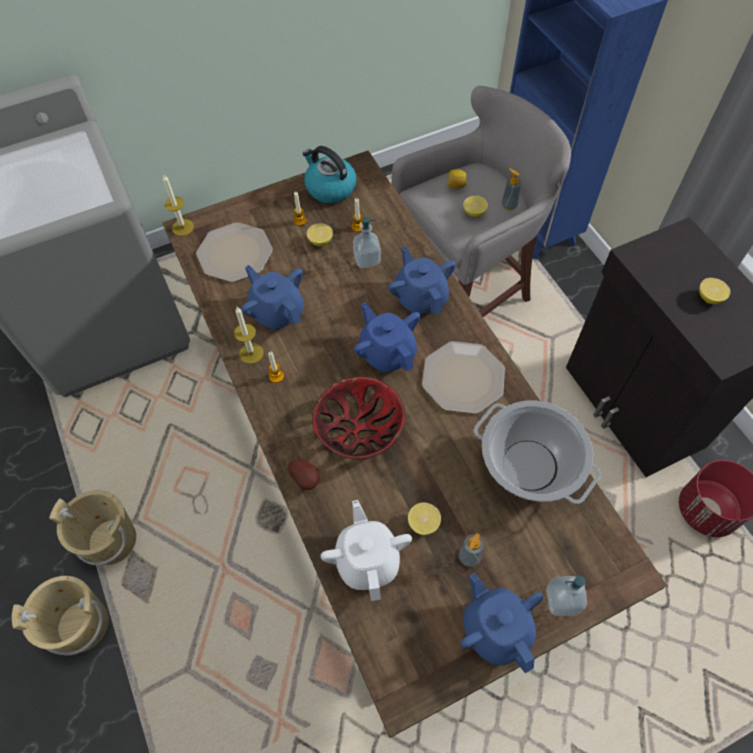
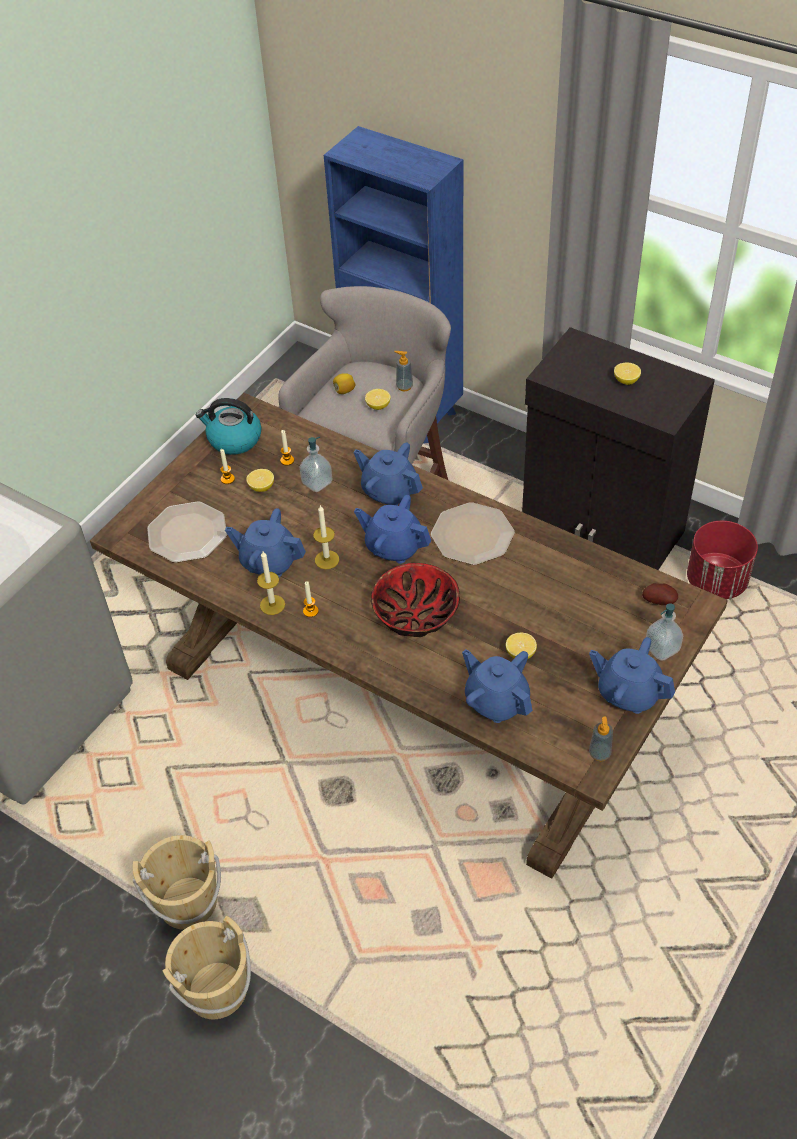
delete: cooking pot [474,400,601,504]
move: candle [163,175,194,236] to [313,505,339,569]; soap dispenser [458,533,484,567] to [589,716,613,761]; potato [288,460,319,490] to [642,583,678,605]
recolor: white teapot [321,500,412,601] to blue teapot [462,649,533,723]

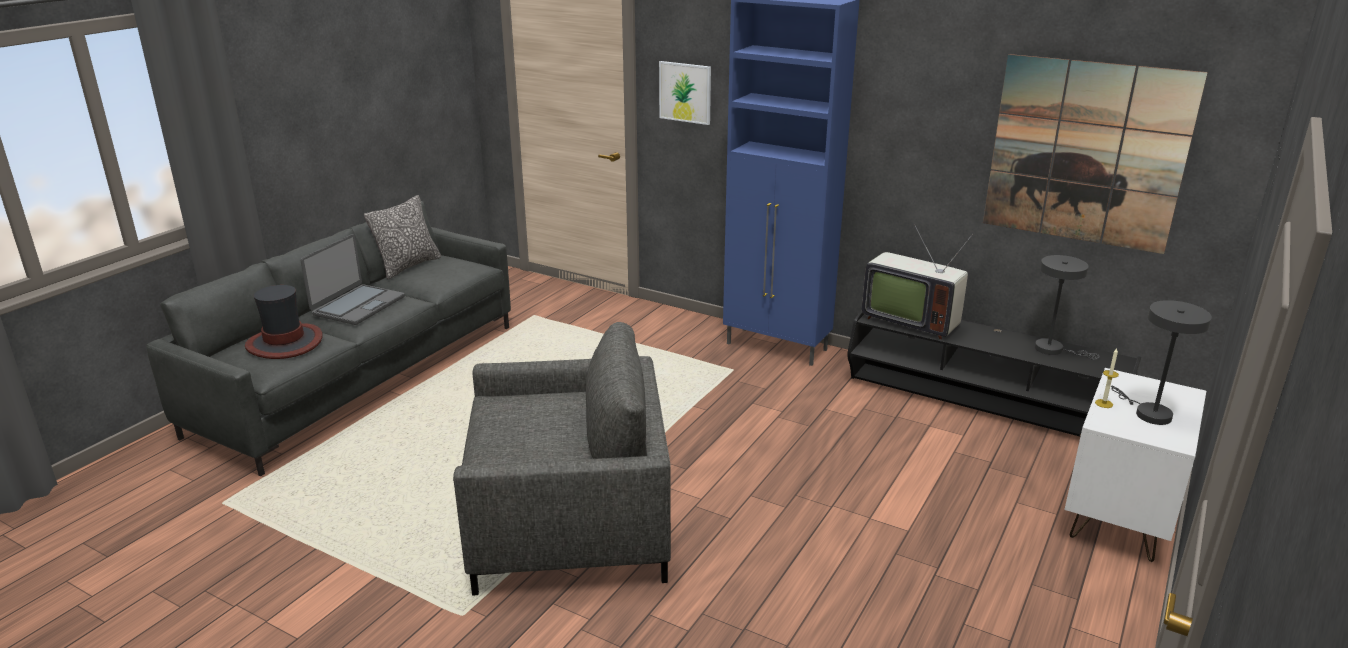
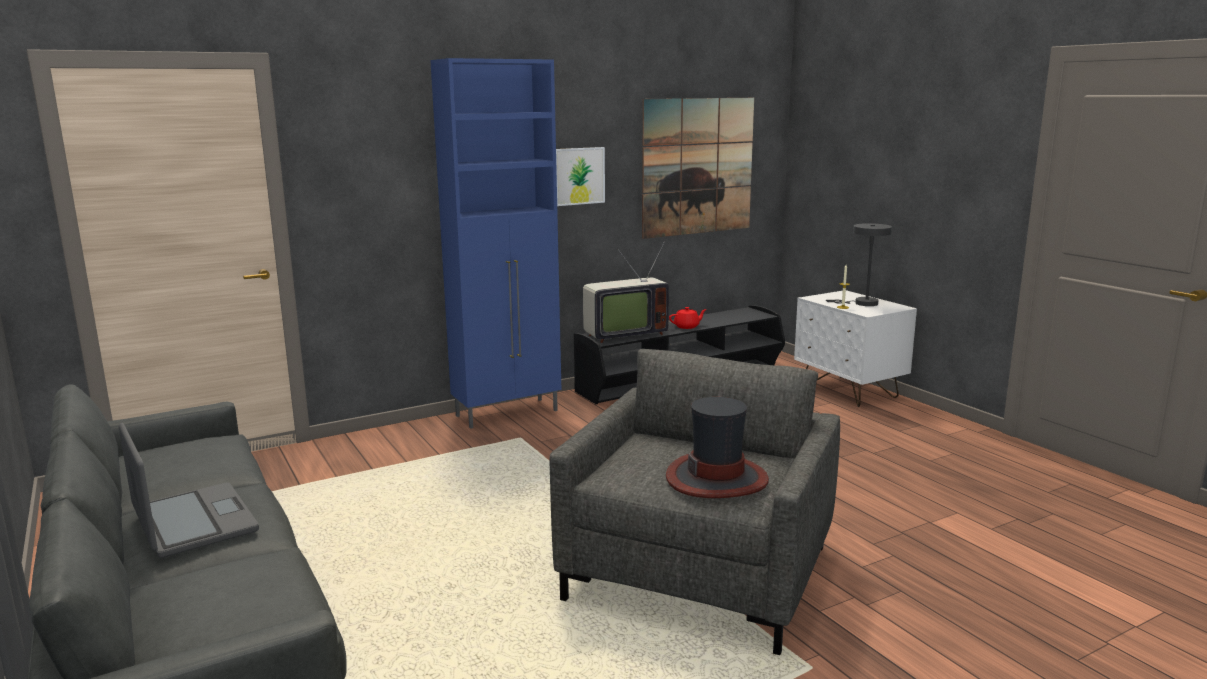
delete: pillow [364,195,441,279]; grey table lamp [1035,255,1100,360]
insert: red teapot [669,307,707,329]
move: picture [659,61,711,125] to [556,147,605,206]; hat [245,285,323,359] to [666,397,769,498]

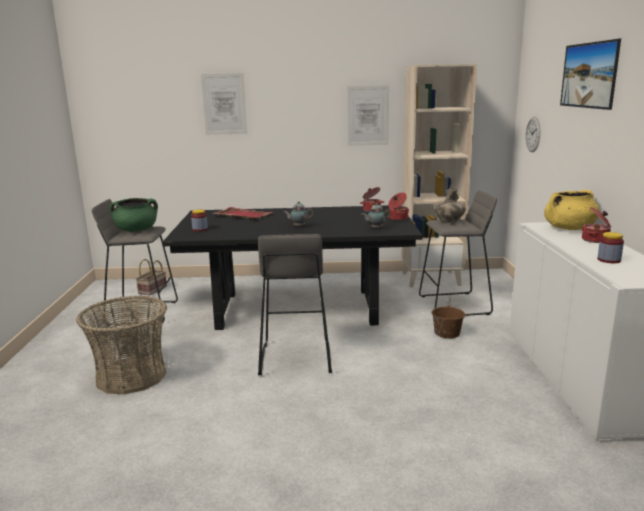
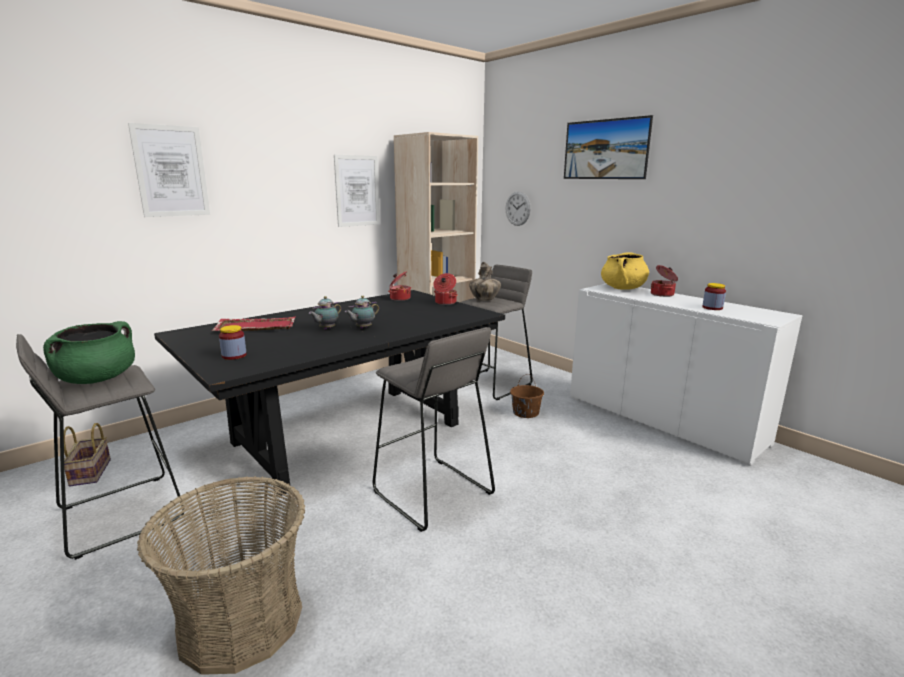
move: teapot [361,203,391,229] to [309,296,341,330]

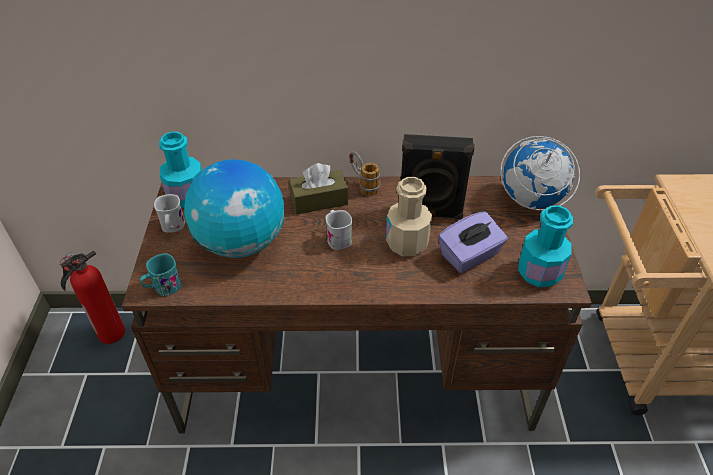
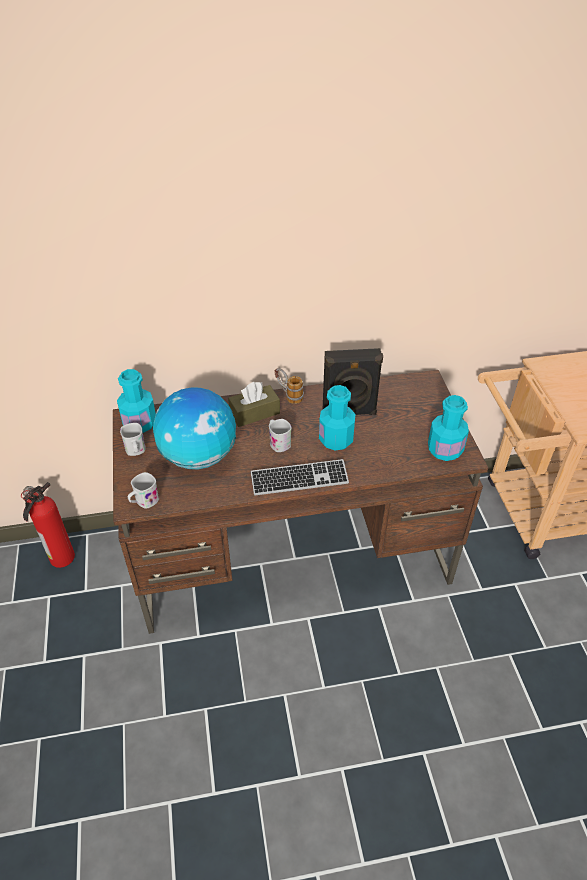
delete: purple tissue box [438,211,508,273]; globe [500,136,580,211]
insert: keyboard [250,459,349,496]
recolor: turquoise mug [139,253,182,296] to white mug [128,472,159,509]; beige bottle [386,177,432,256] to turquoise bottle [319,385,356,450]

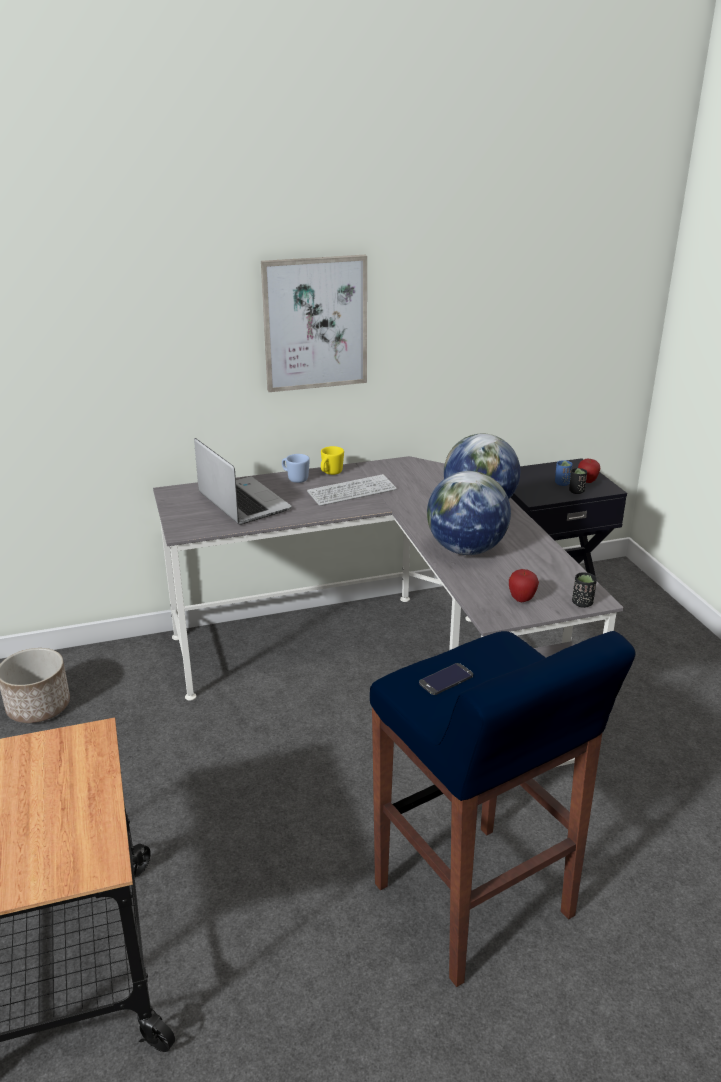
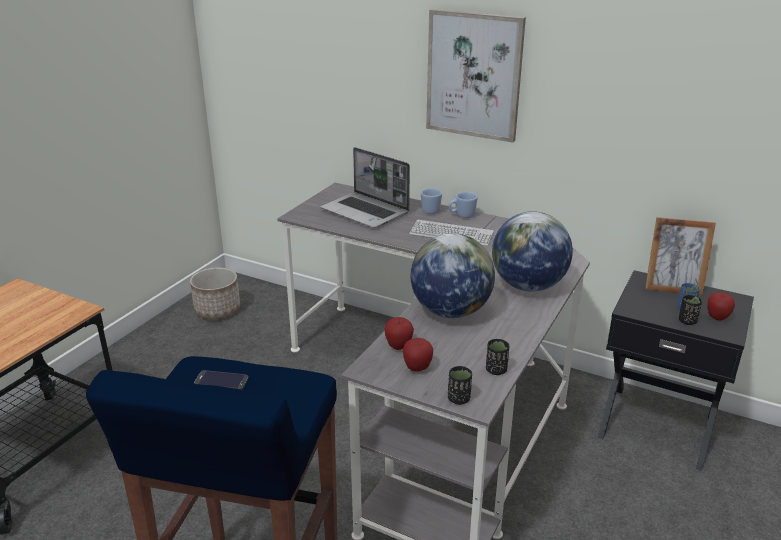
insert: apple [384,317,414,350]; black cup [486,339,509,375]; picture frame [645,217,716,296]
recolor: yellow mug [321,446,344,475] to blue mug [449,192,478,218]
rotate: laptop [194,438,292,525] = [320,147,410,228] 120 degrees clockwise

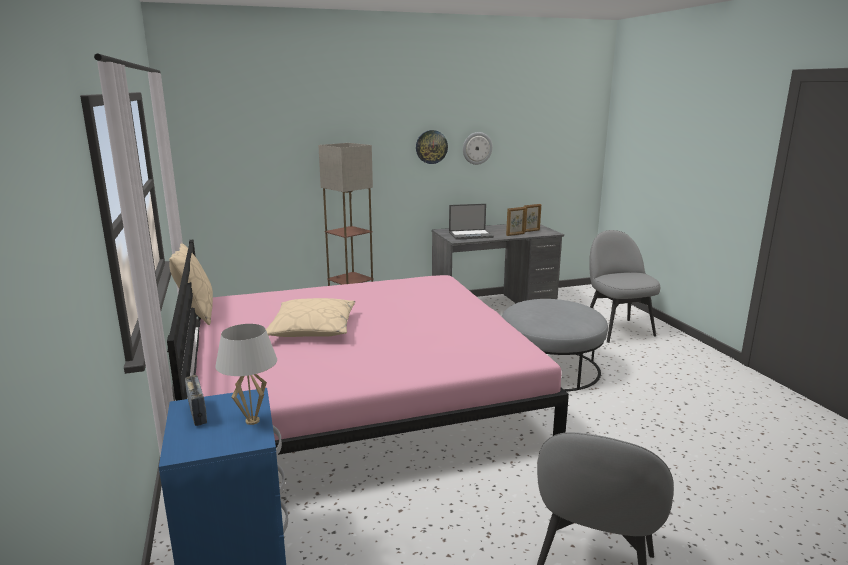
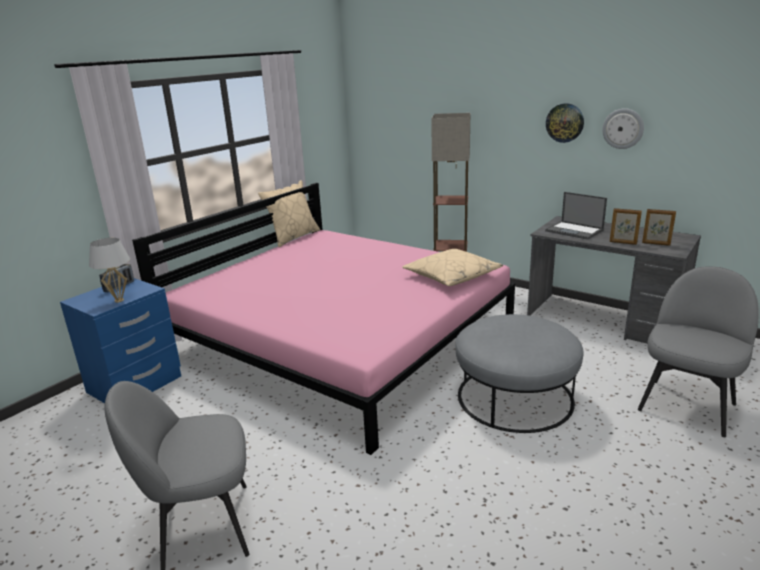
move: beige pillow [266,298,355,337] to [402,249,503,286]

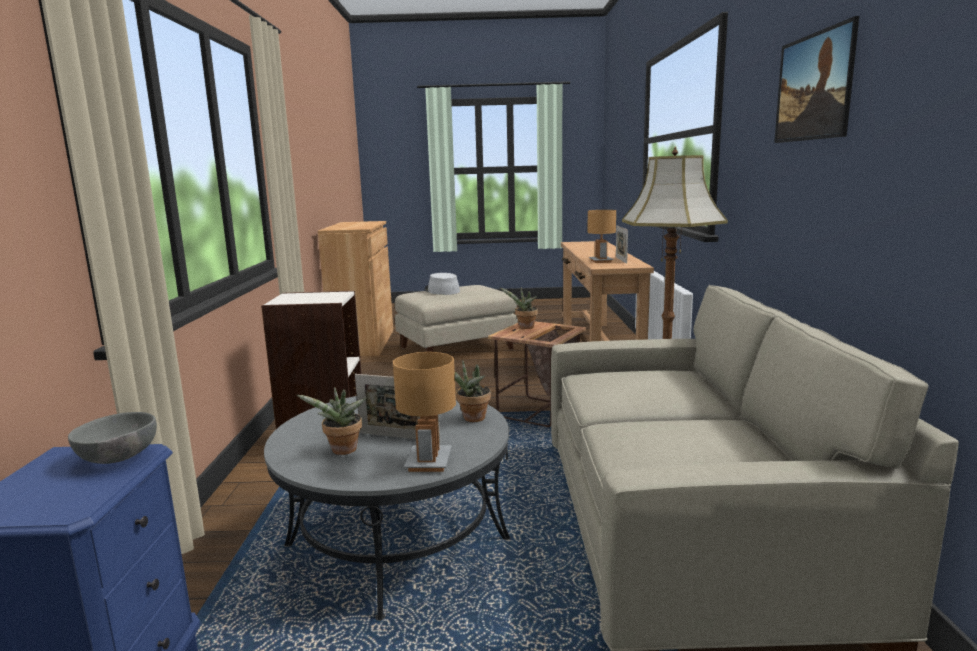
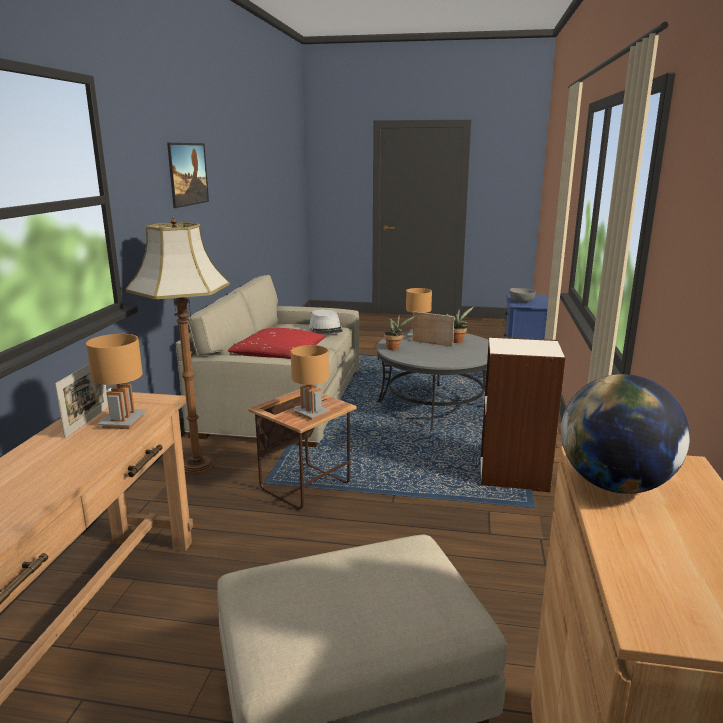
insert: red pillow [228,328,326,359]; globe [561,374,690,494]
move: grey hat [425,273,460,295] to [309,309,343,334]
replace: potted plant [500,287,538,329] to brown table lamp [291,345,331,420]

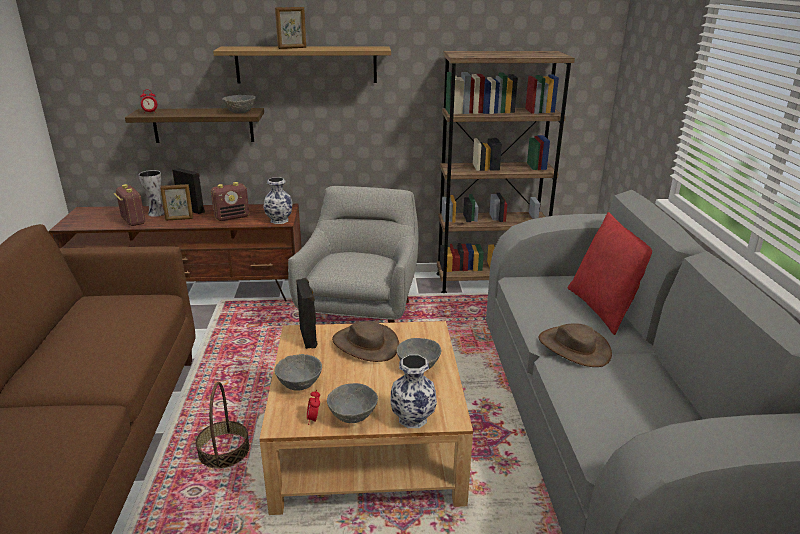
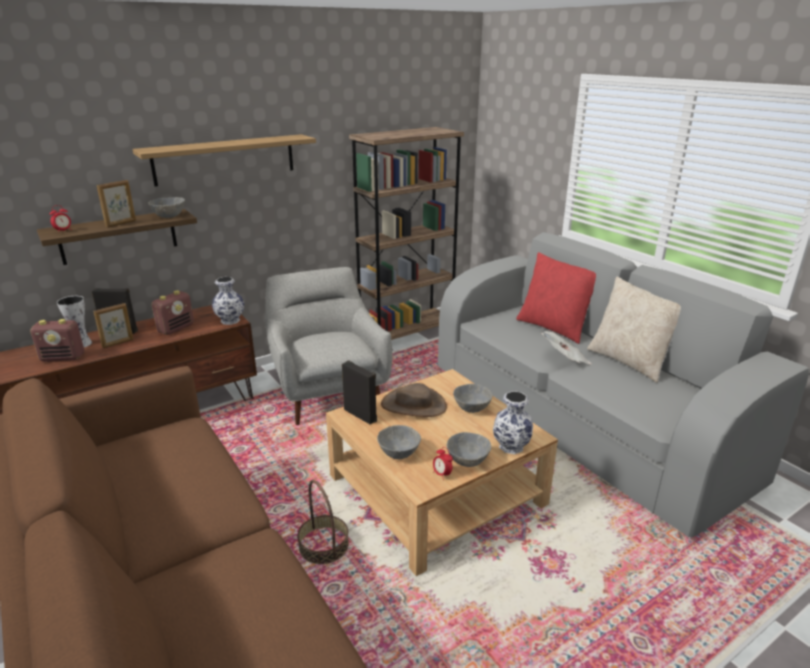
insert: beige pillow [587,277,681,383]
move: picture frame [275,7,306,49] to [97,180,136,228]
replace: brown hat [538,323,612,367] to newspaper [541,331,592,364]
rotate: radio [114,184,145,226] = [30,319,84,362] 150 degrees clockwise

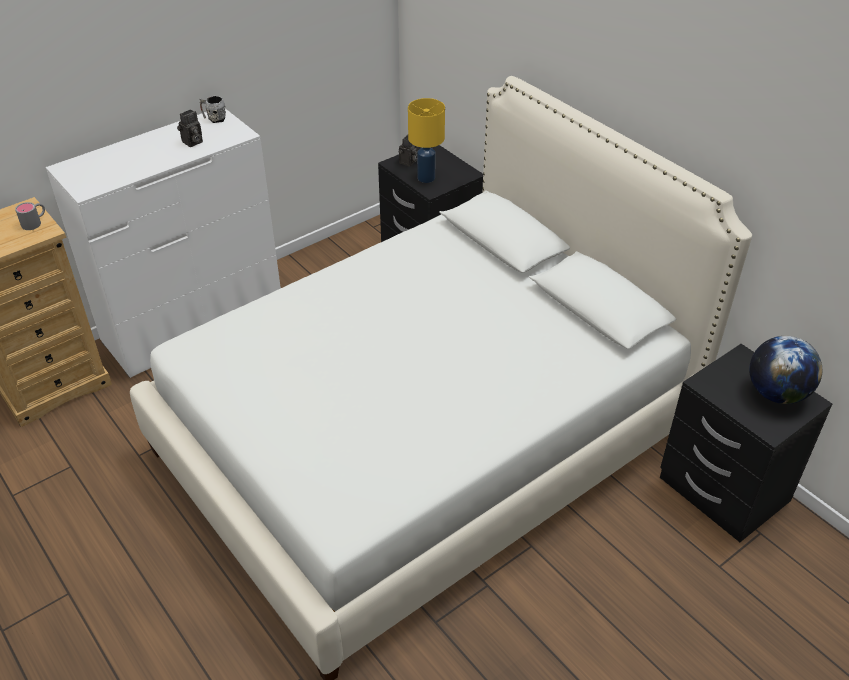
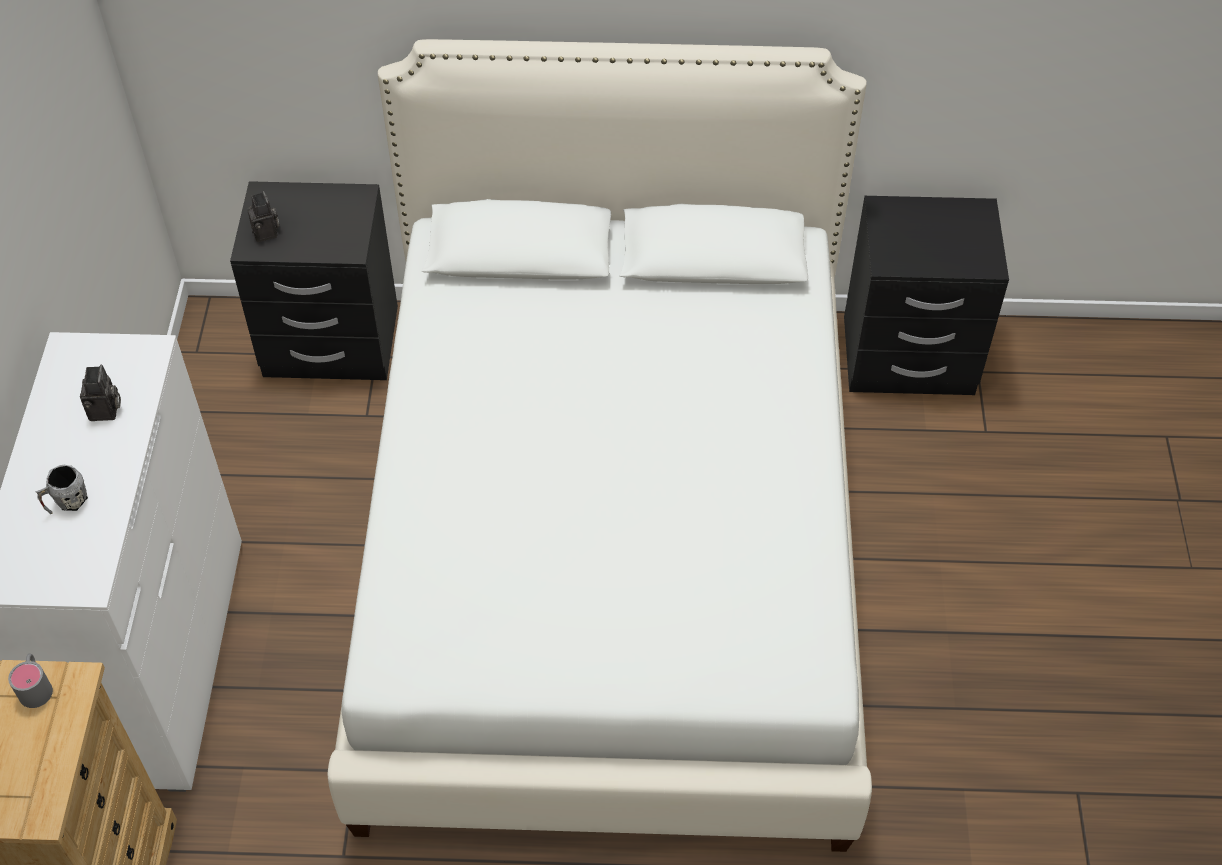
delete: yellow table lamp [408,98,445,183]; globe [749,336,822,404]
move: grey mug [199,96,226,123] to [35,465,88,514]

